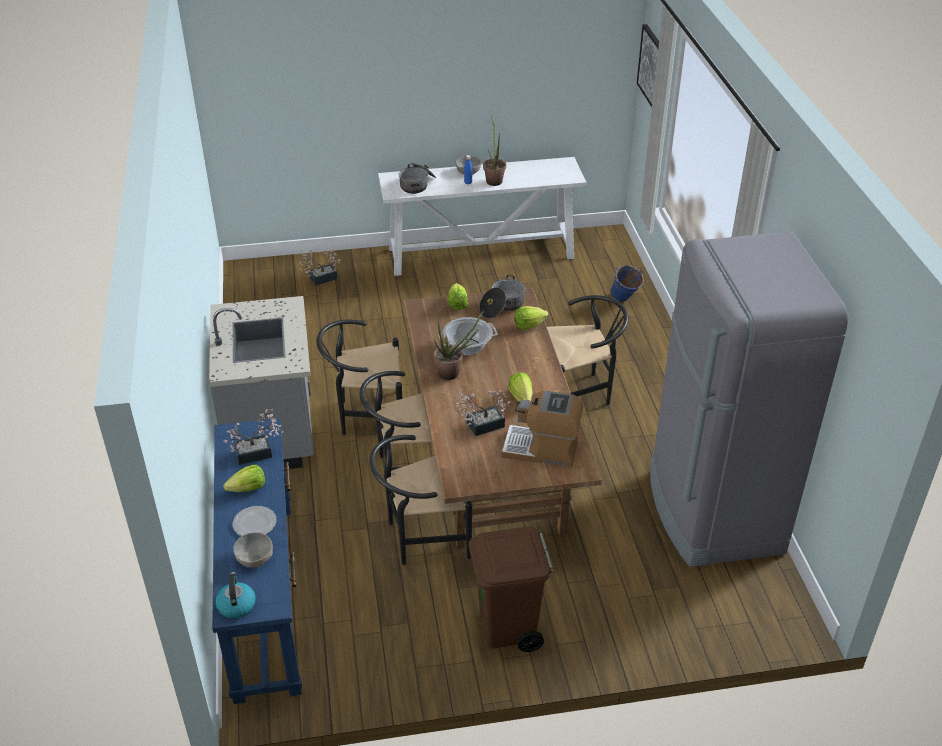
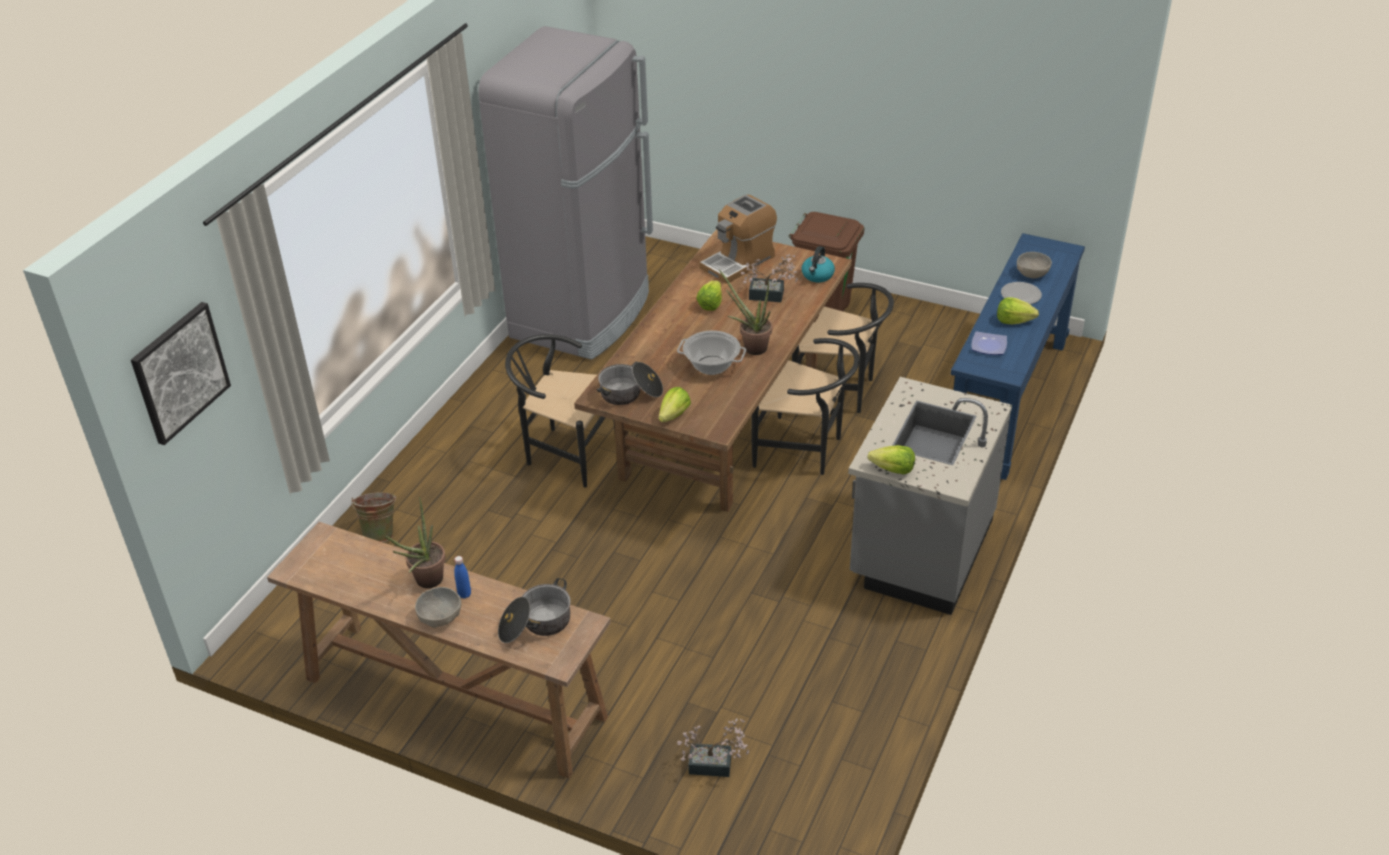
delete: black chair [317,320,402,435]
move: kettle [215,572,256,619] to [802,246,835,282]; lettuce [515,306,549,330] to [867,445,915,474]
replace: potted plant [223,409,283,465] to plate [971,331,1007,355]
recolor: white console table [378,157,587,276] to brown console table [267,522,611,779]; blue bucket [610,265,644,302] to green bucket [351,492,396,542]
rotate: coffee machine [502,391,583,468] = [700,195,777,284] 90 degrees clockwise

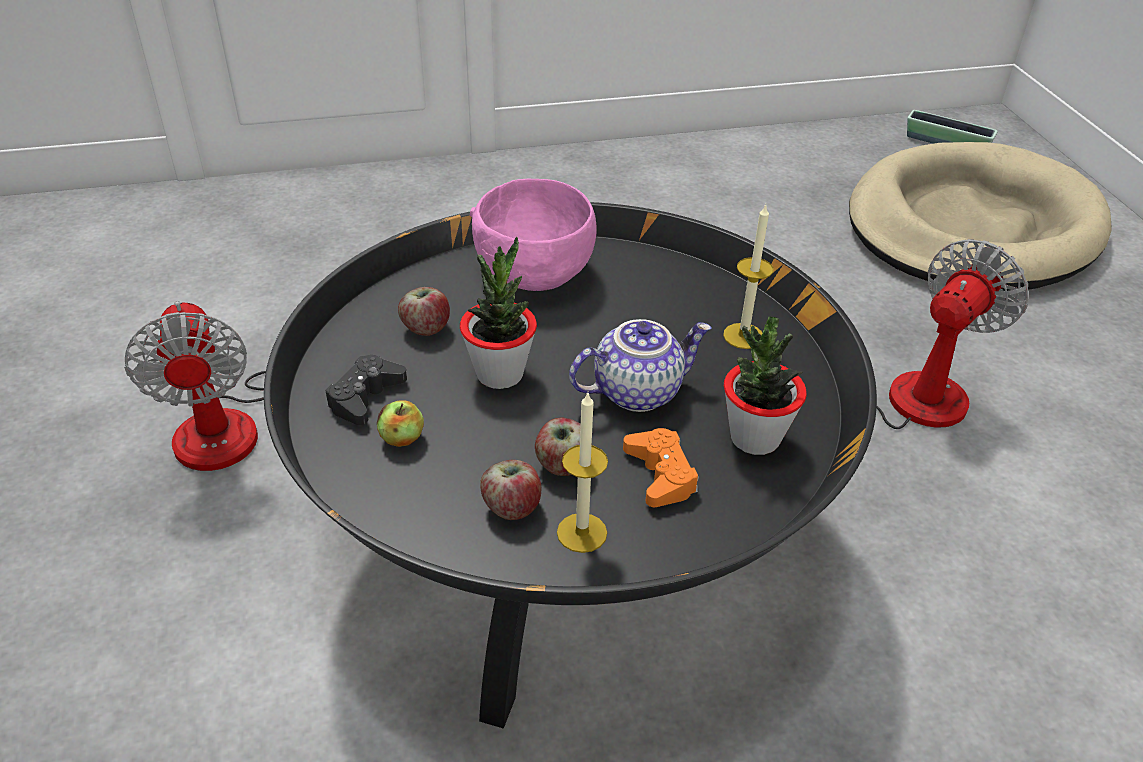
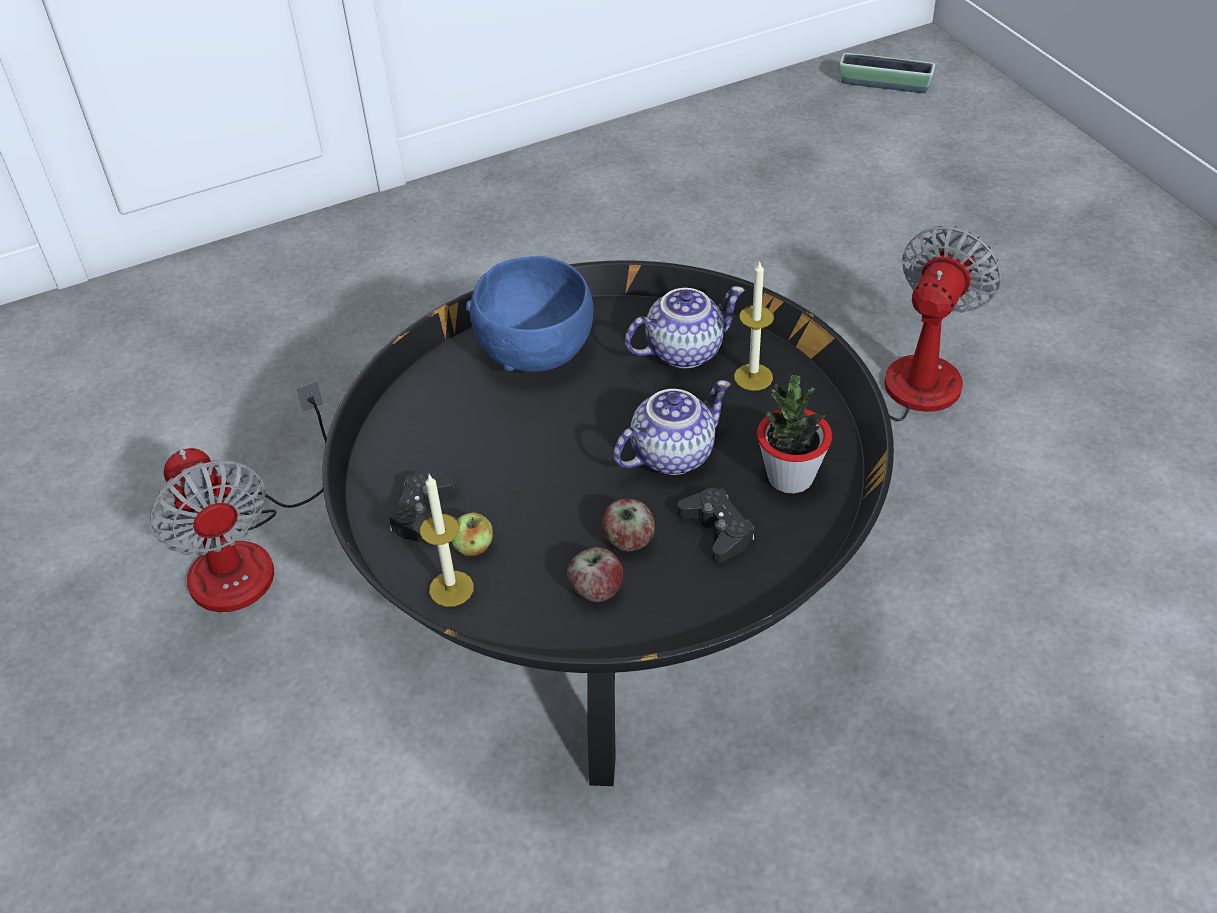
delete: apple [398,287,450,336]; potted plant [460,237,537,389]; beige dog bed [849,142,1112,291]
insert: teapot [625,286,745,368]
move: candle [557,393,608,553] to [420,474,474,607]
recolor: pink bowl [470,179,597,291] to blue bowl [466,256,593,372]; orange game controller [623,428,699,507] to black game controller [677,488,754,563]

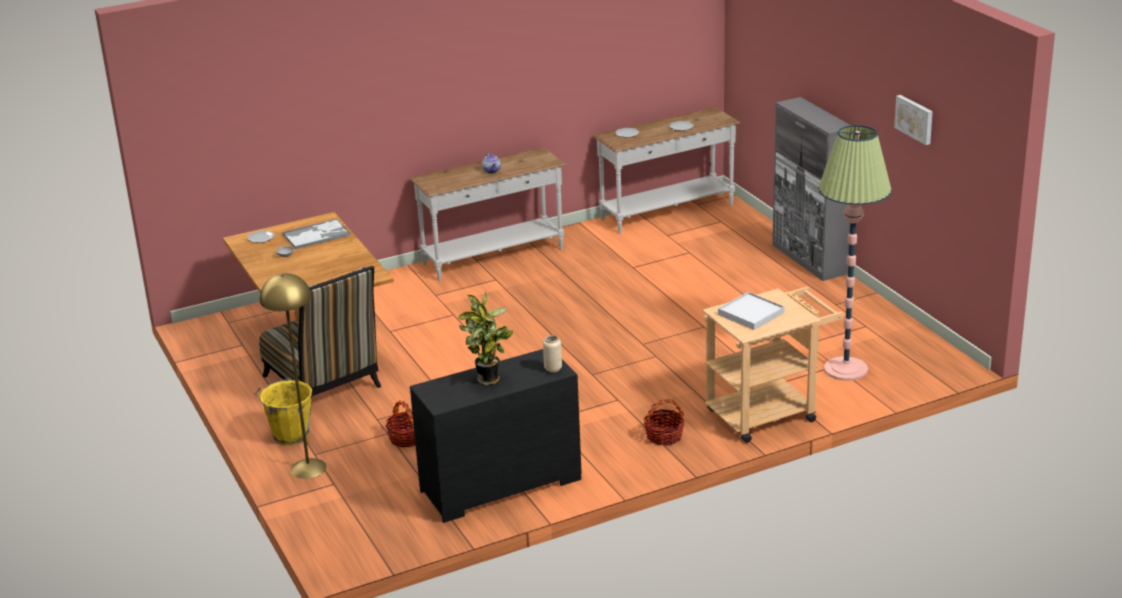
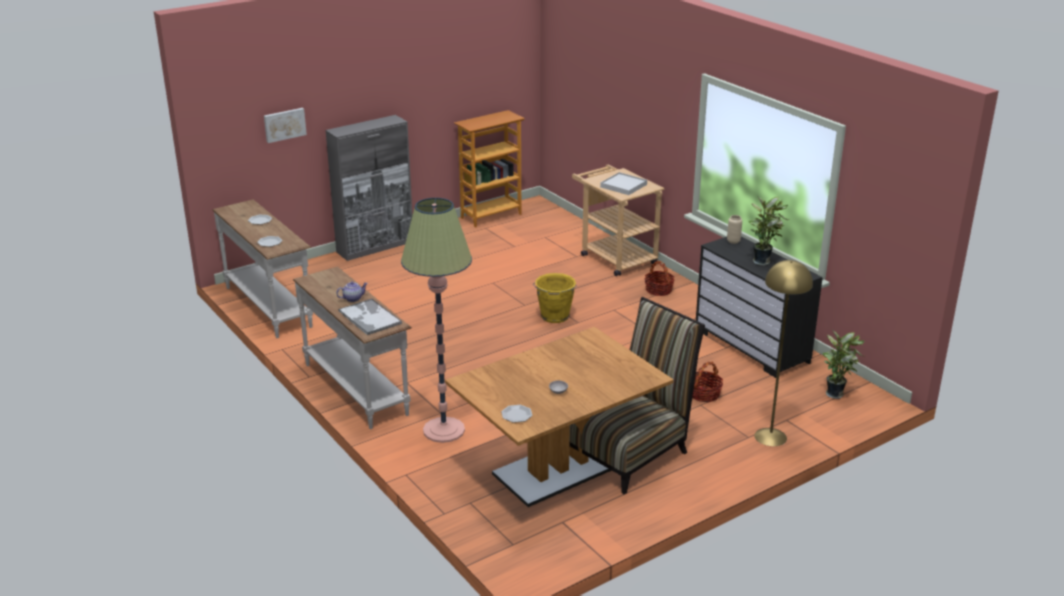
insert: bookcase [454,110,525,228]; potted plant [822,331,864,399]
move: picture [894,95,933,145] to [264,108,307,143]; tray [282,219,351,249] to [338,299,402,336]; floor lamp [818,125,892,381] to [401,198,472,443]; yellow bucket [254,379,312,445] to [533,273,577,323]

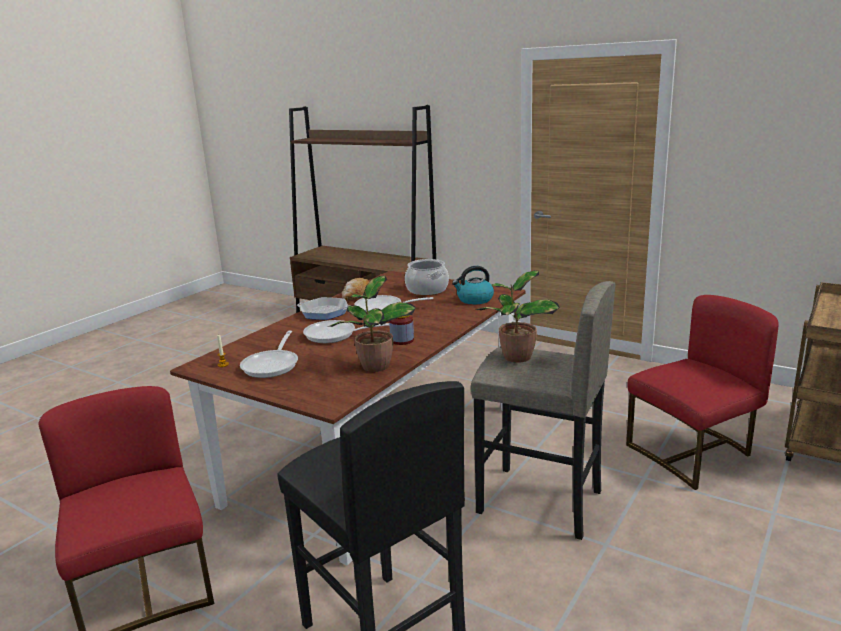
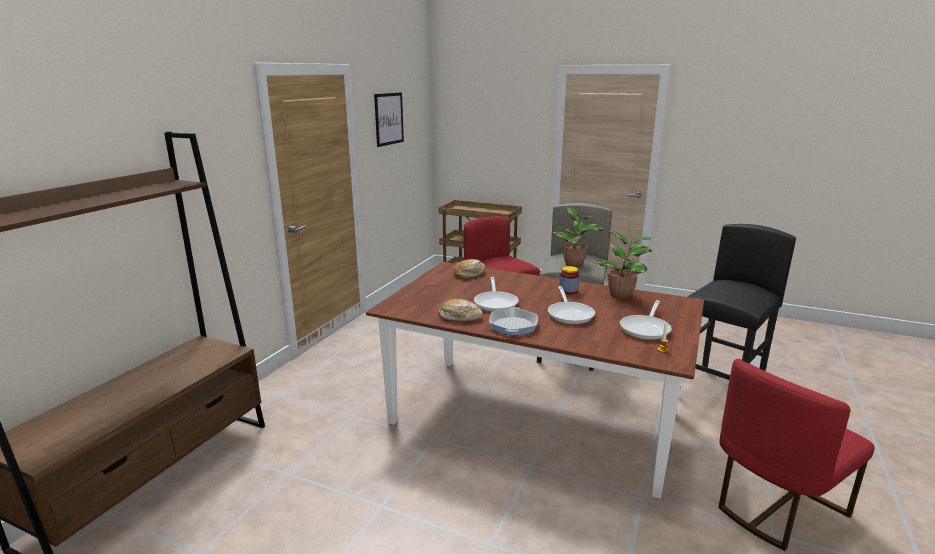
delete: cooking pot [405,259,449,295]
insert: picture [374,92,404,147]
replace: kettle [452,266,494,304] to bread [453,259,486,279]
rotate: frying pan [240,330,298,378] = [620,300,672,340] 120 degrees clockwise

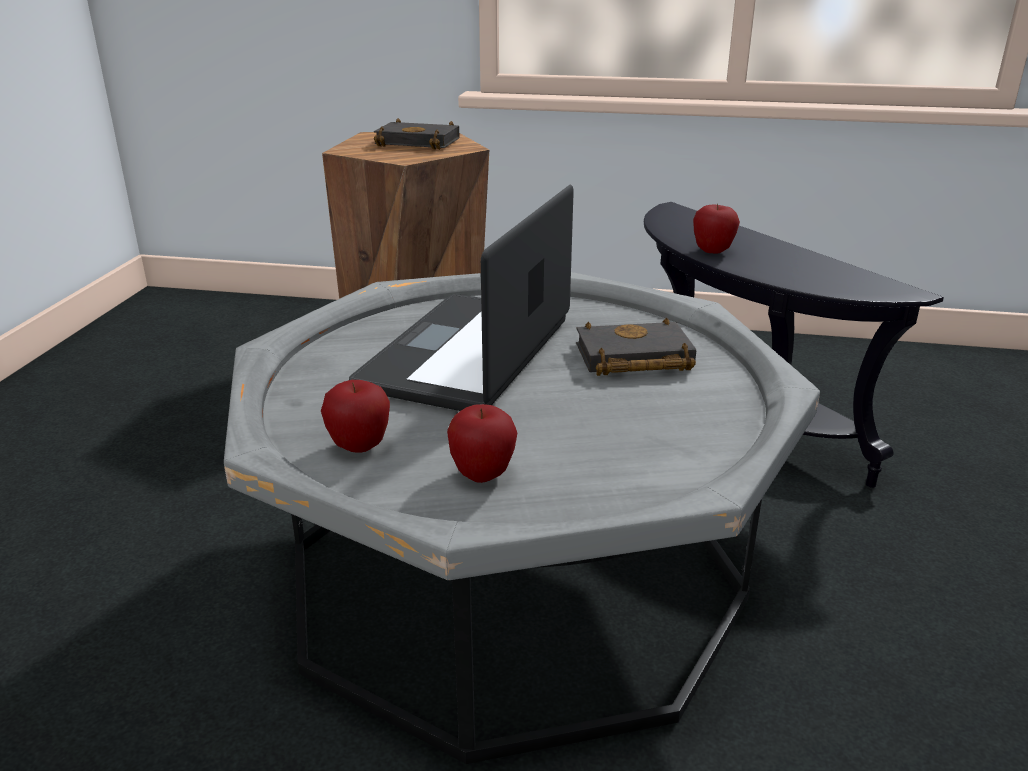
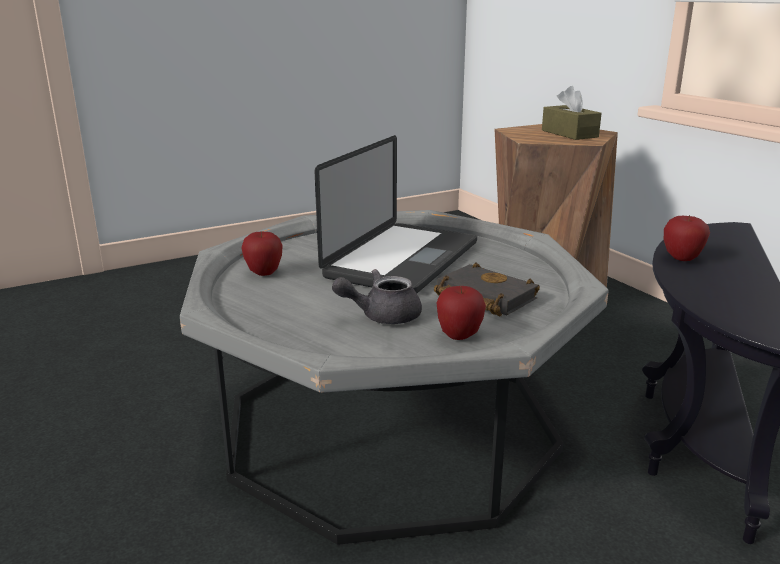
insert: grey teapot [332,269,422,324]
move: apple [447,404,517,483] to [437,286,486,340]
replace: black book [374,118,460,150] to brown tissue box [542,86,602,140]
rotate: laptop [349,185,574,411] = [315,135,477,293] 135 degrees clockwise

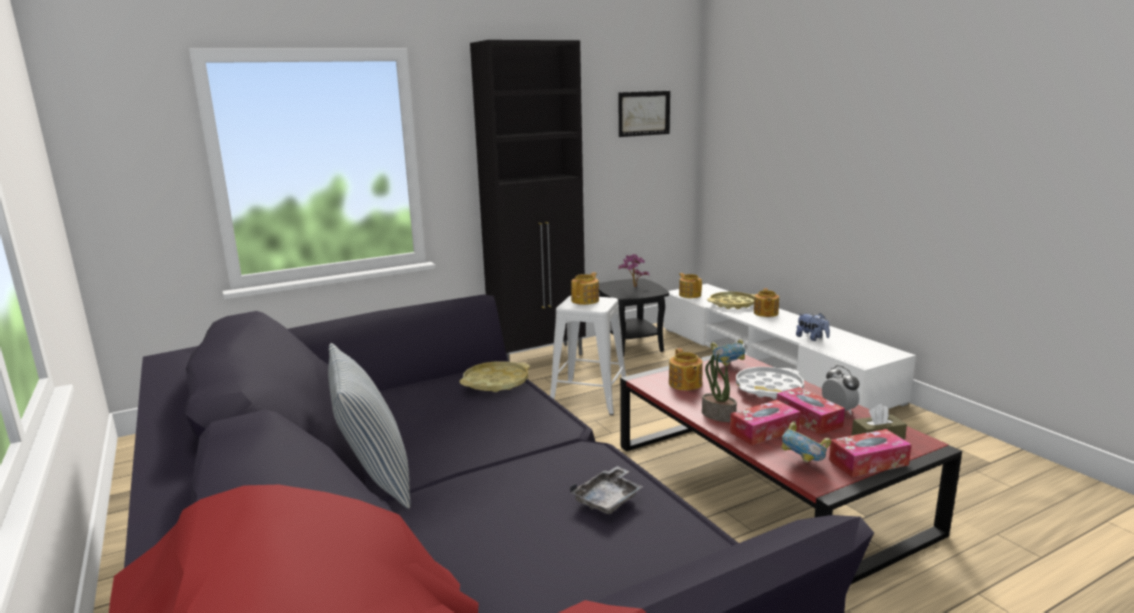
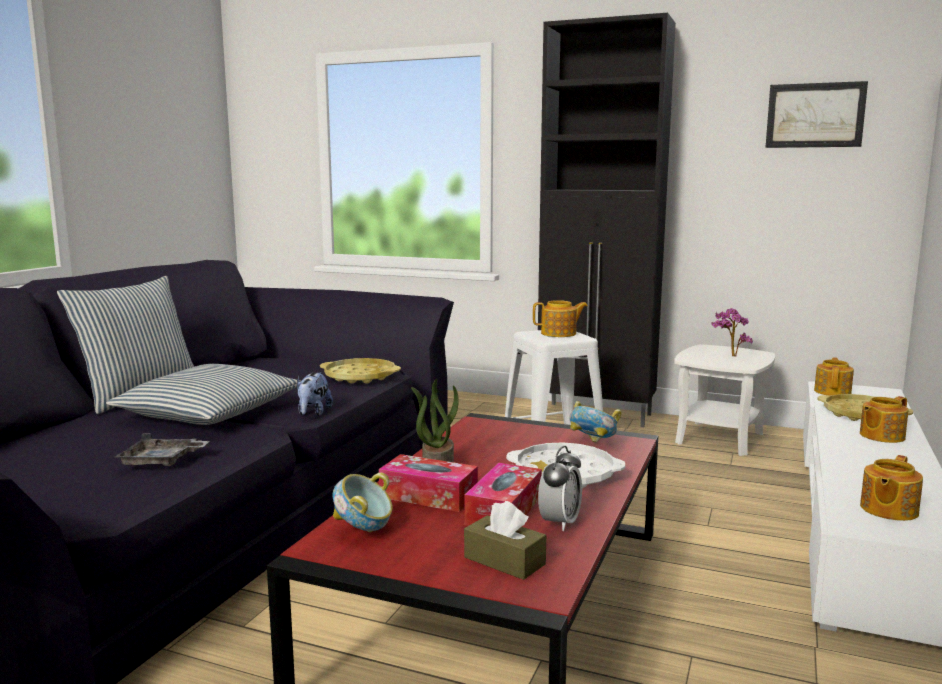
delete: tissue box [829,429,912,477]
insert: pillow [106,364,301,425]
move: plush toy [796,313,830,341] to [297,372,333,416]; teapot [669,348,703,391] to [860,455,923,521]
recolor: black side table [599,278,669,356] to white side table [674,345,775,456]

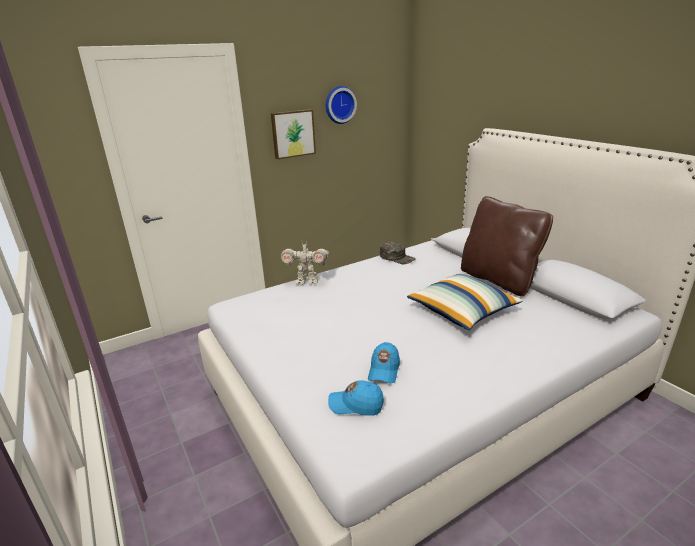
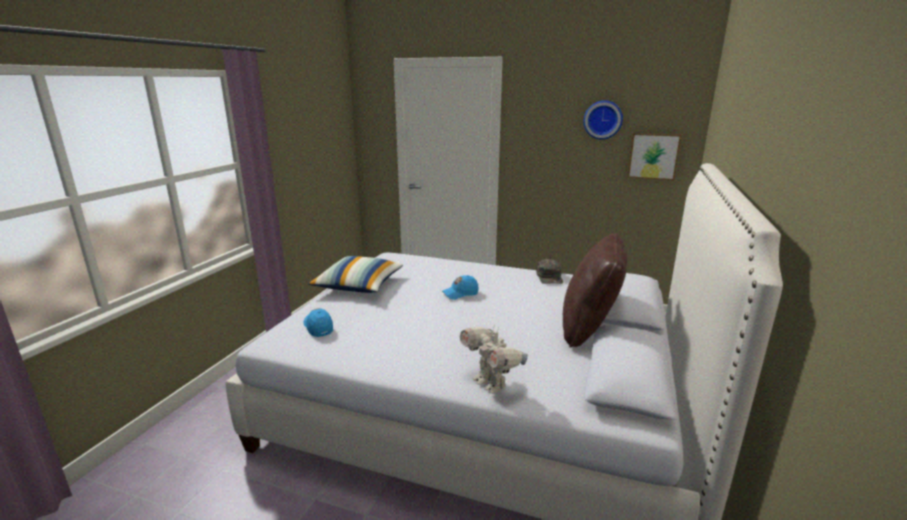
move: pillow [407,274,523,330] to [308,256,403,293]; blue cap [368,342,400,384] to [442,275,478,300]; toy robot [281,240,329,285] to [460,324,528,393]; picture [271,109,316,159] to [627,133,682,180]

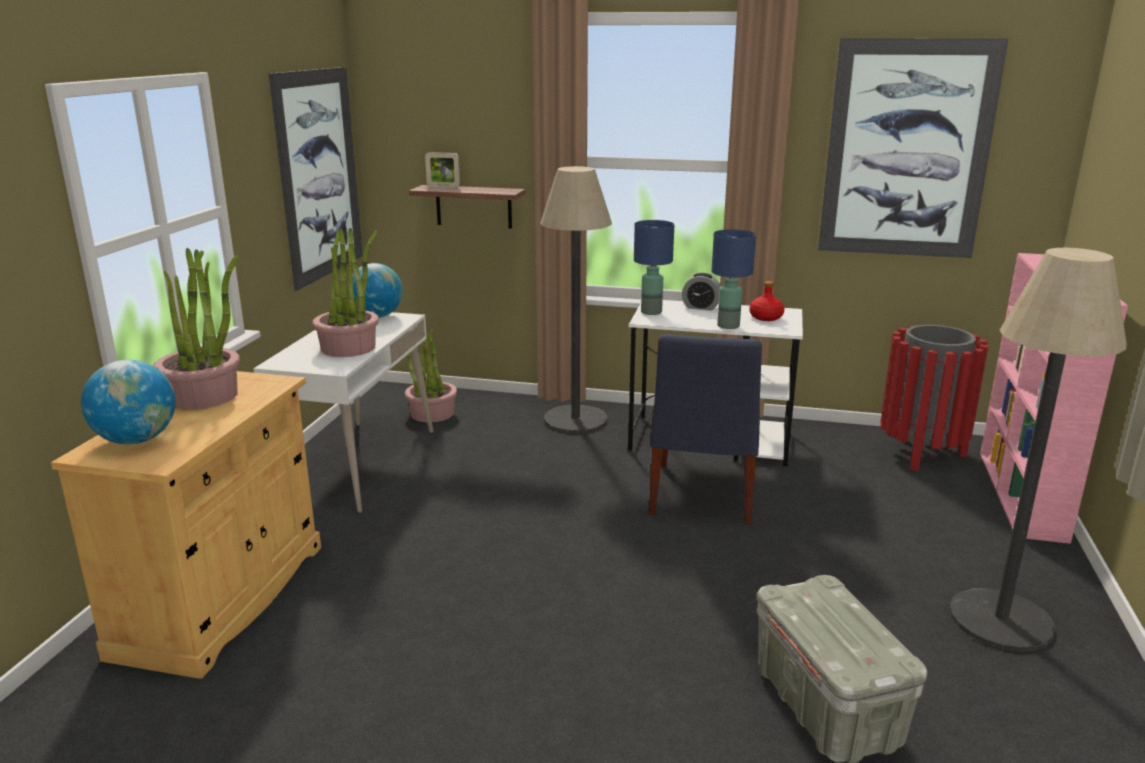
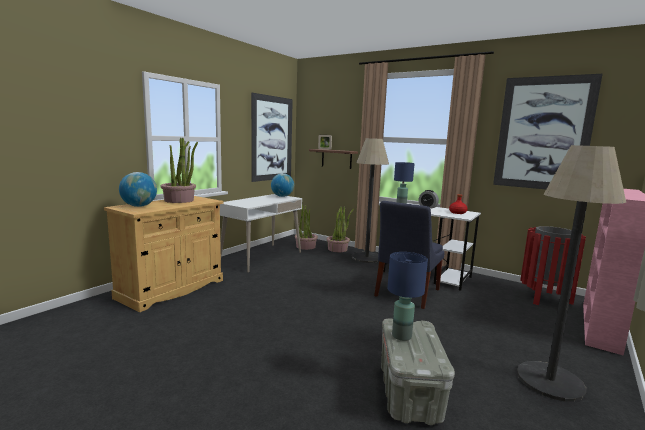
move: potted plant [312,228,379,357] to [326,206,354,252]; blue table lamp [711,229,756,329] to [387,252,428,341]

